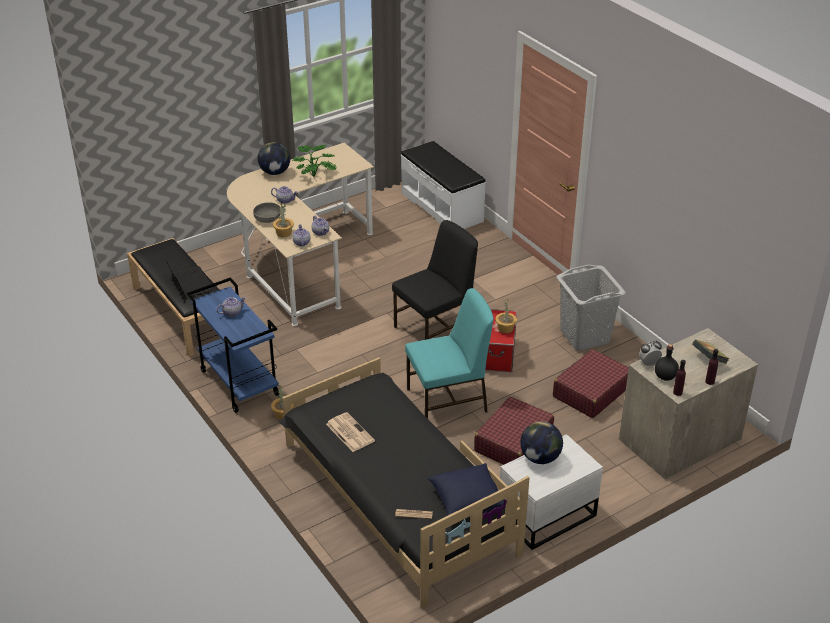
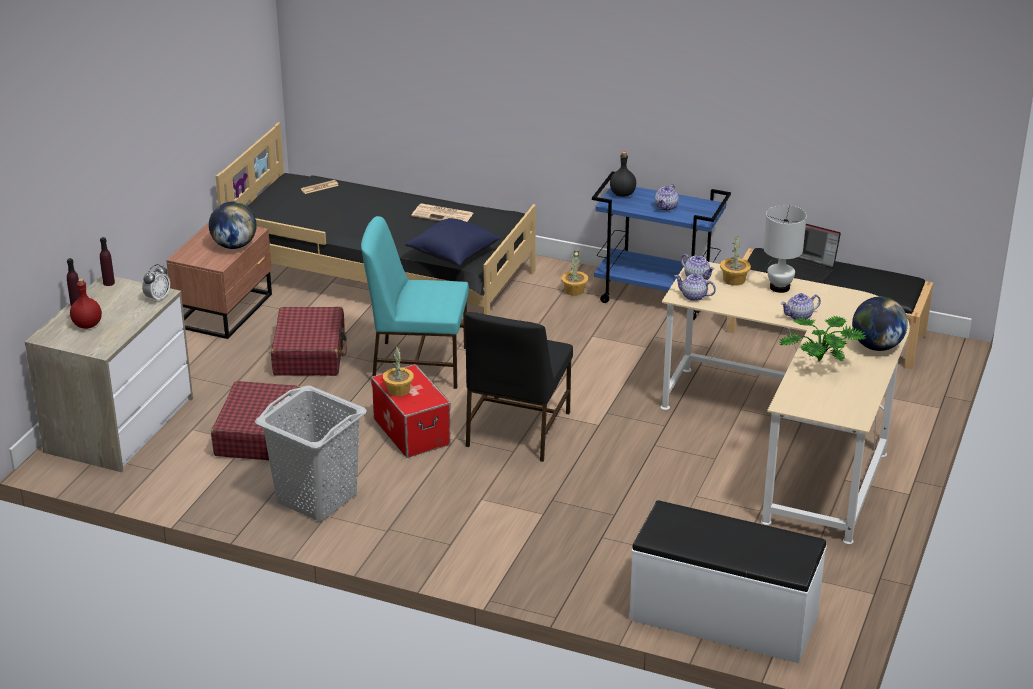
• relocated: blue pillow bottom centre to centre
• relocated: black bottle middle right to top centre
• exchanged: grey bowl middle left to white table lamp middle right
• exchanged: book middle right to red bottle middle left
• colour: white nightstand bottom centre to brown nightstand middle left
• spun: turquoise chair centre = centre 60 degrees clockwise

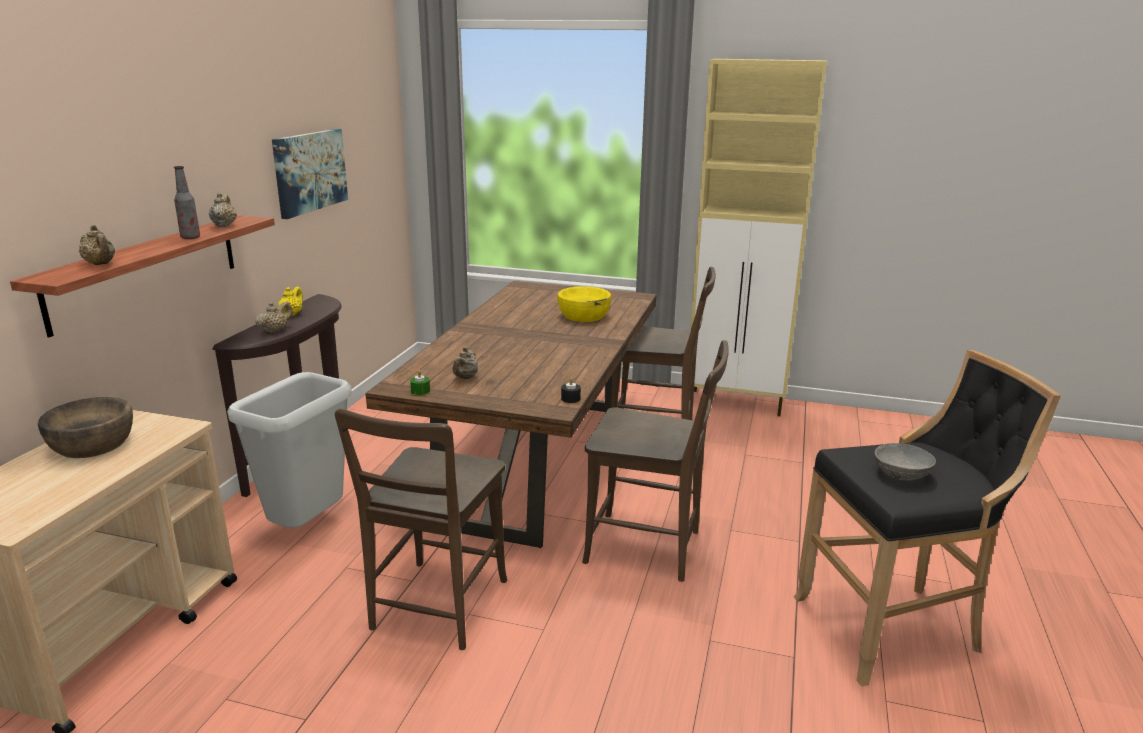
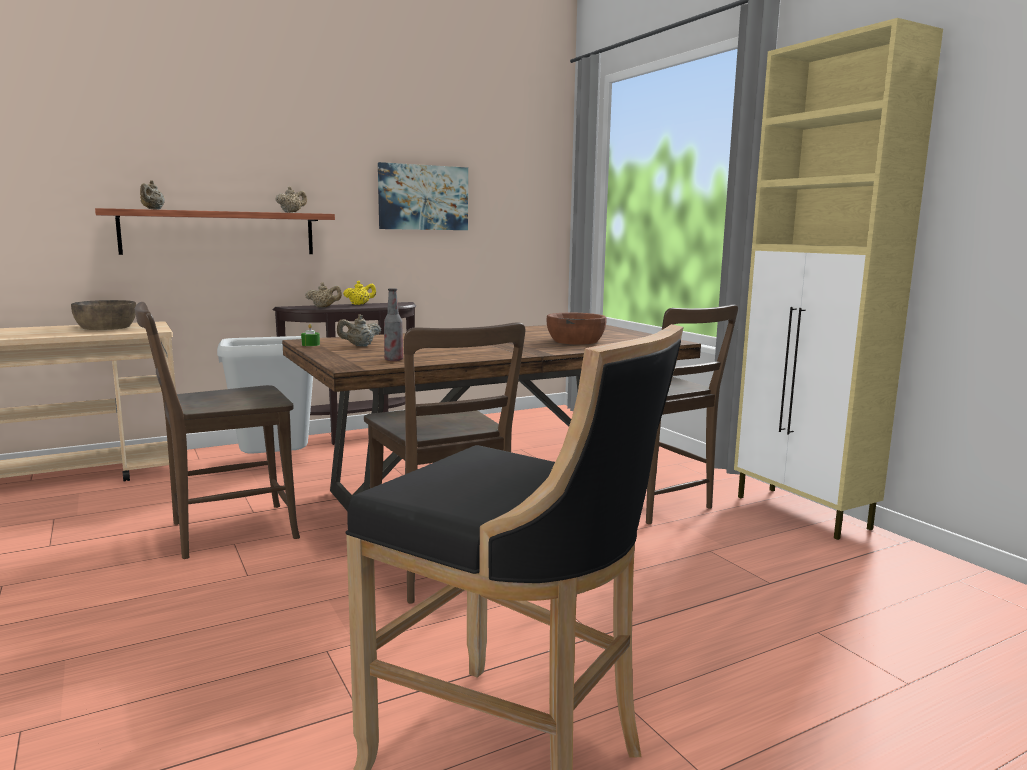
• missing: black candle centre
• missing: grey bowl middle right
• relocated: bottle top left to centre
• colour: yellow bowl centre to brown bowl (no. 2 from left) centre

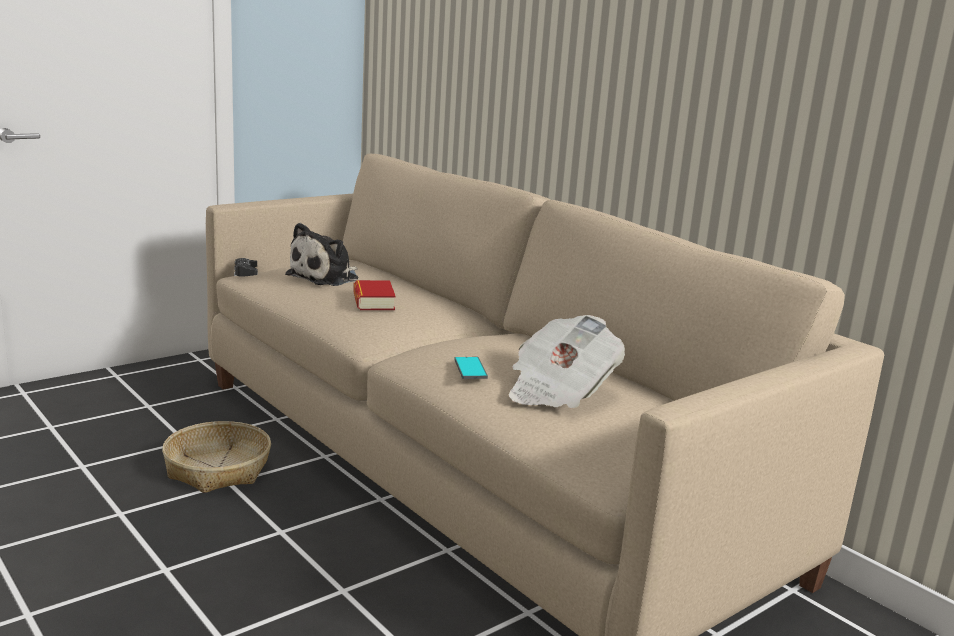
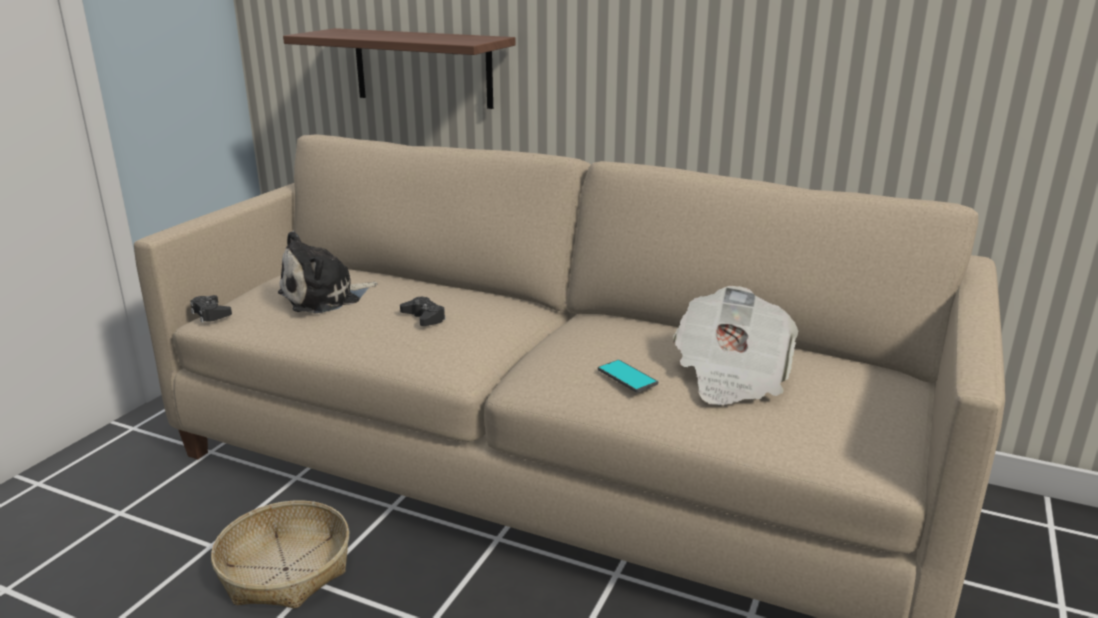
• appeared: shelf top centre
• exchanged: book centre to black game controller (no. 2 from left) centre
• spun: plush toy centre = middle left 45 degrees clockwise

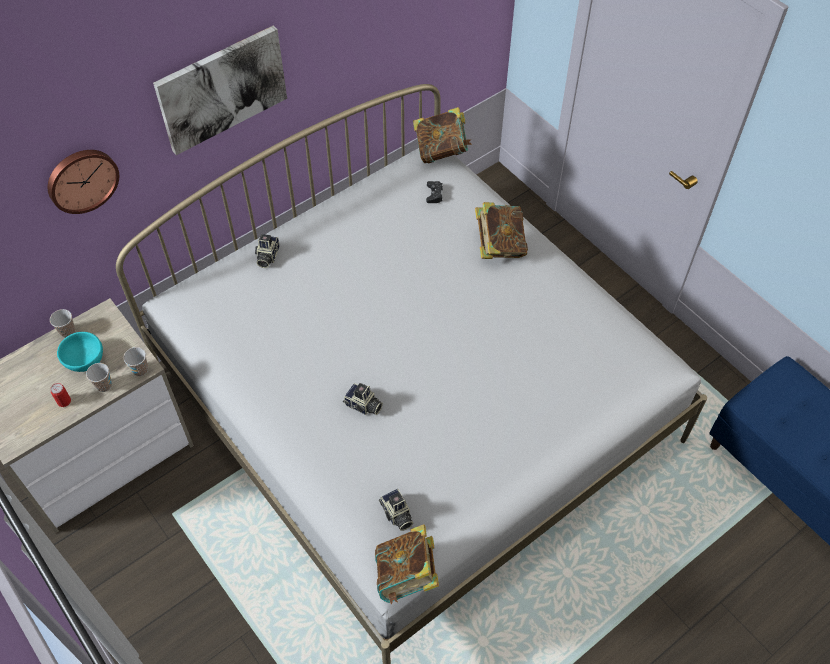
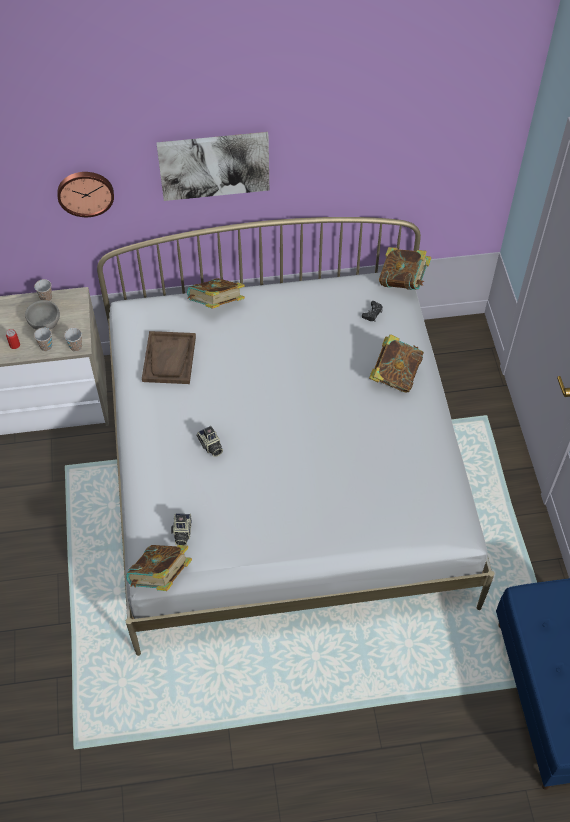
• appeared: brown tray middle left
• exchanged: photo camera (no. 1 from left) middle left to book (no. 2 from left) centre
• colour: turquoise bowl middle left to grey bowl middle left

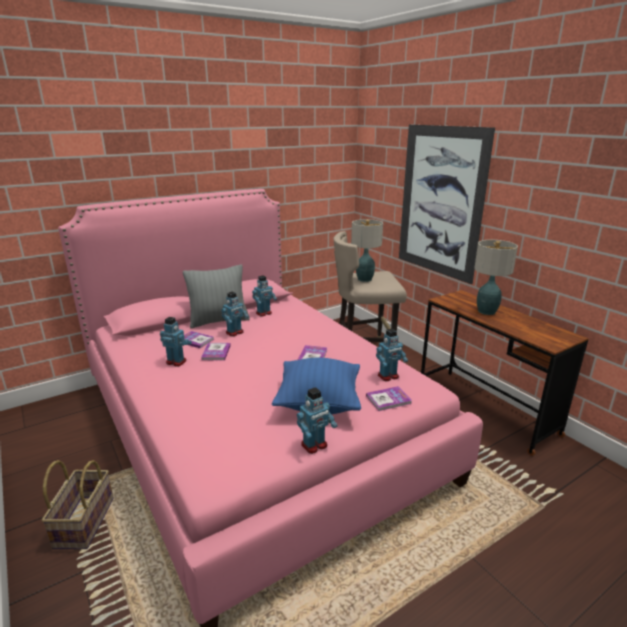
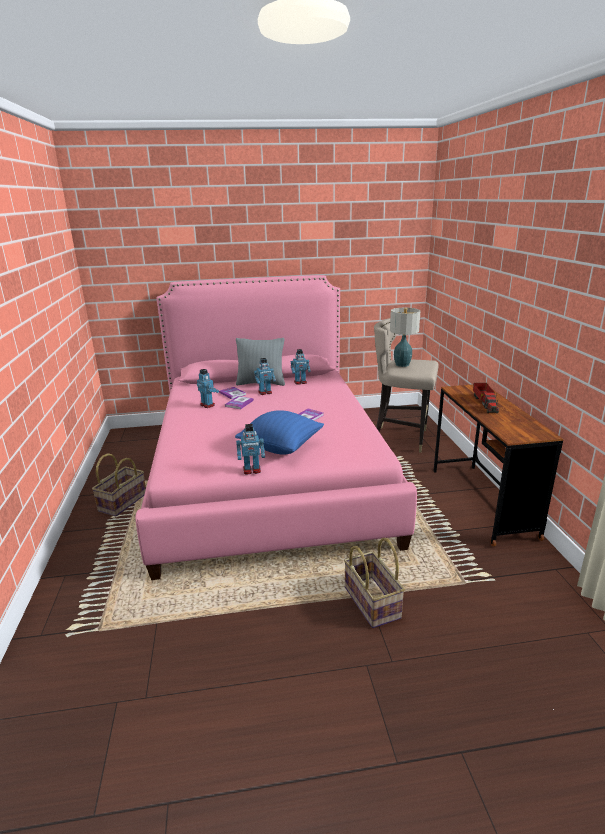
• missing: book (no. 4 from left) centre
• missing: toy robot (no. 5 from left) centre
• missing: picture top right
• appeared: basket (no. 2 from left) bottom centre
• exchanged: table lamp (no. 2 from left) middle right to toy truck middle right

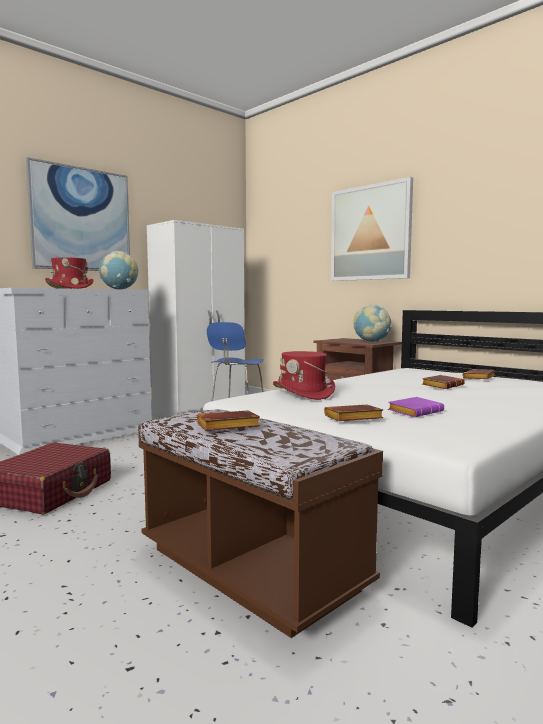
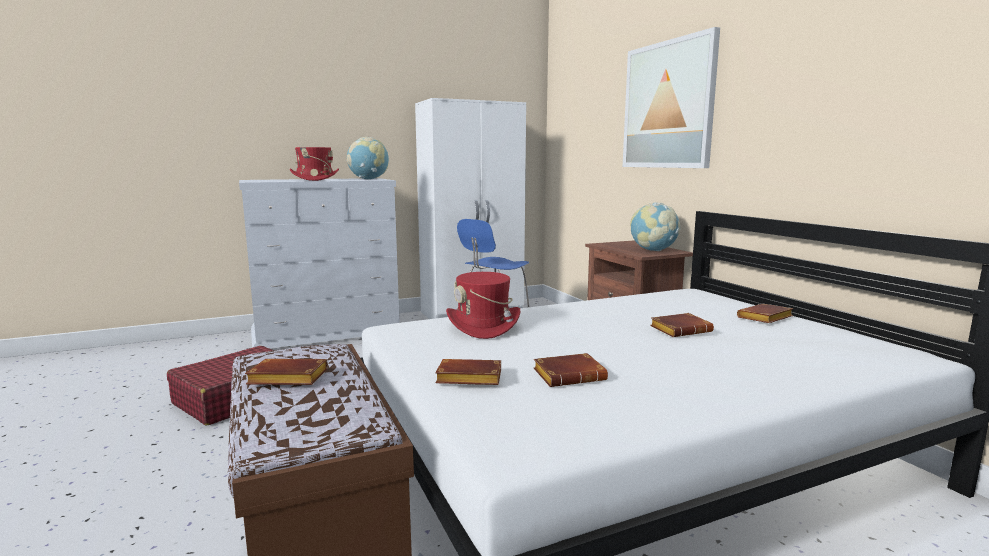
• missing: picture (no. 1 from left) top left
• colour: purple book middle right to brown book (no. 3 from left) centre

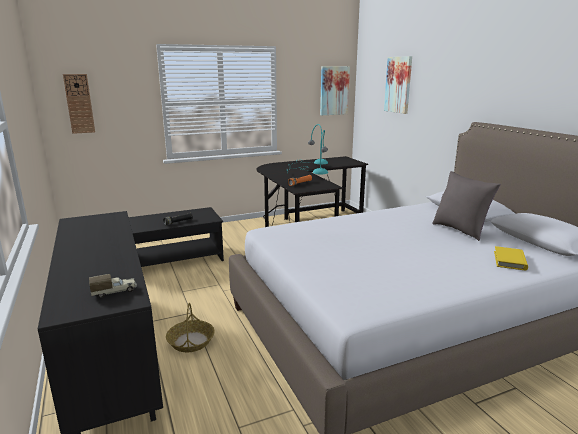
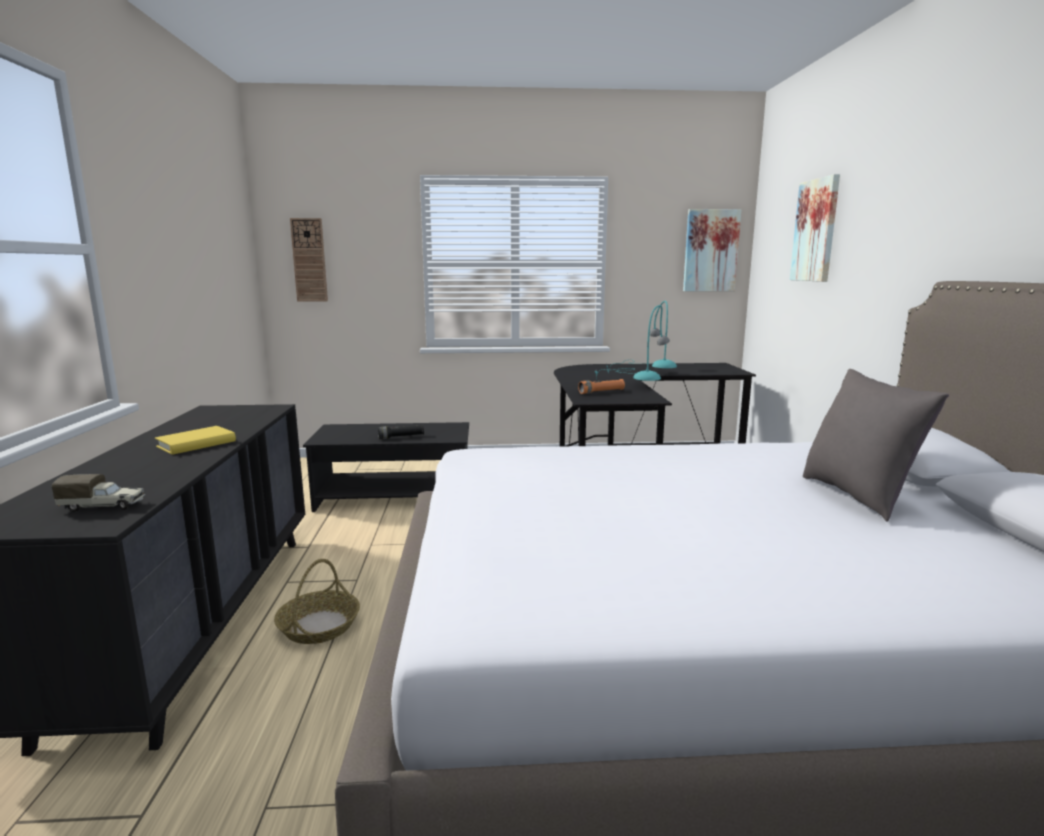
• relocated: yellow book middle right to middle left

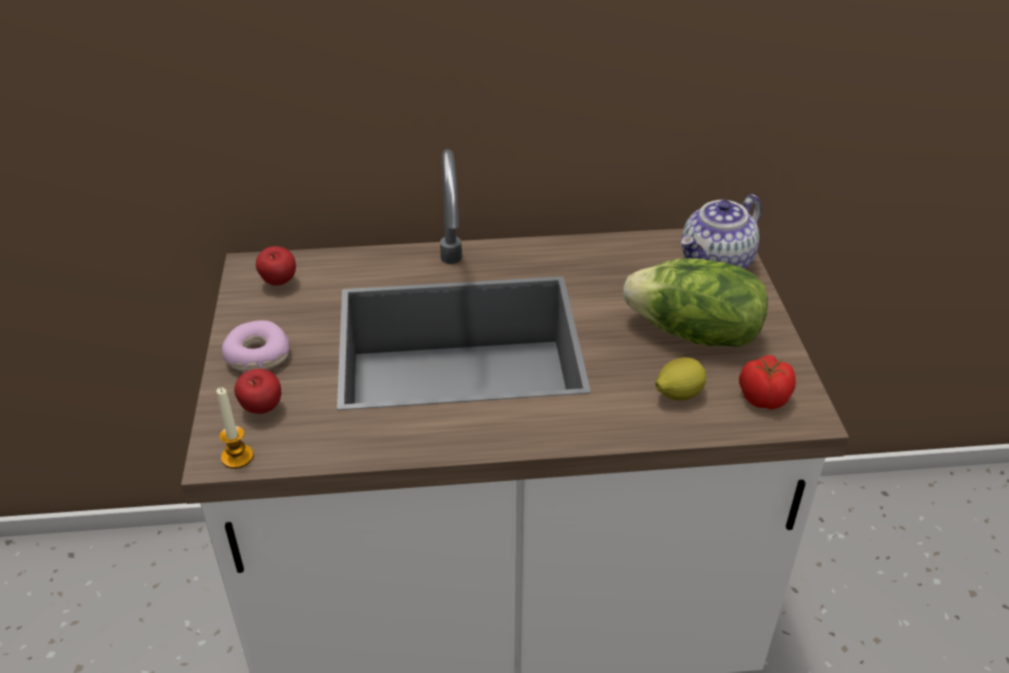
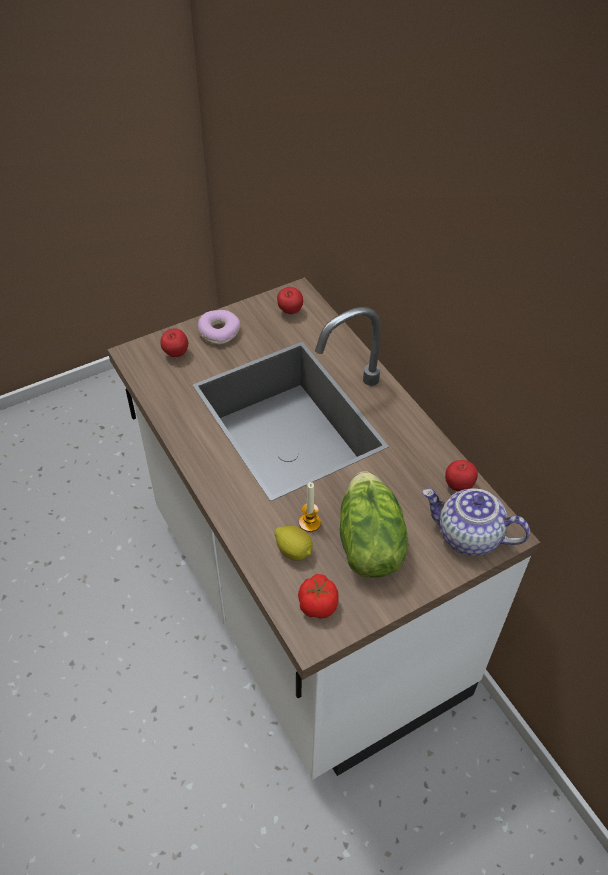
• appeared: apple (no. 3 from left) middle right
• relocated: candle middle left to centre

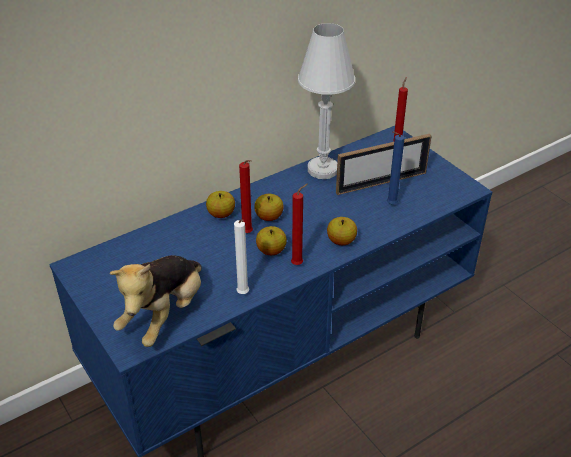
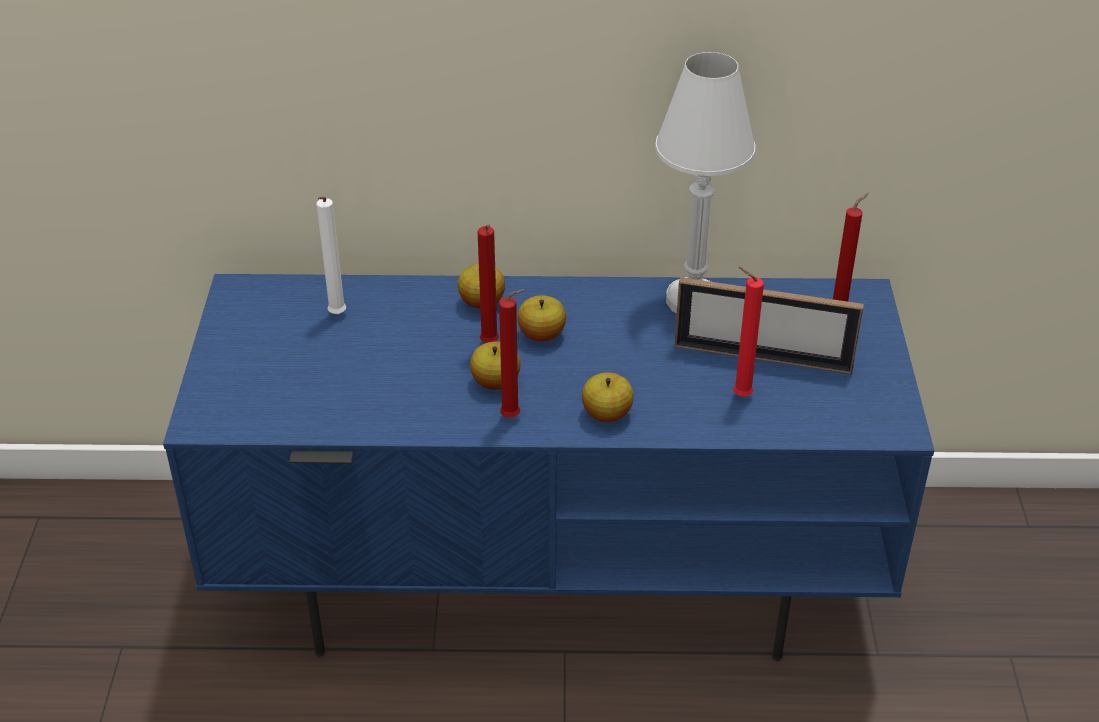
• missing: plush toy middle left
• relocated: white candle centre to middle left
• colour: blue candle middle right to red candle (no. 3 from left) middle right

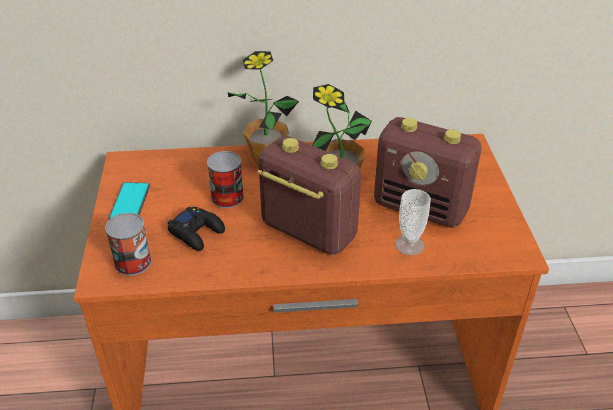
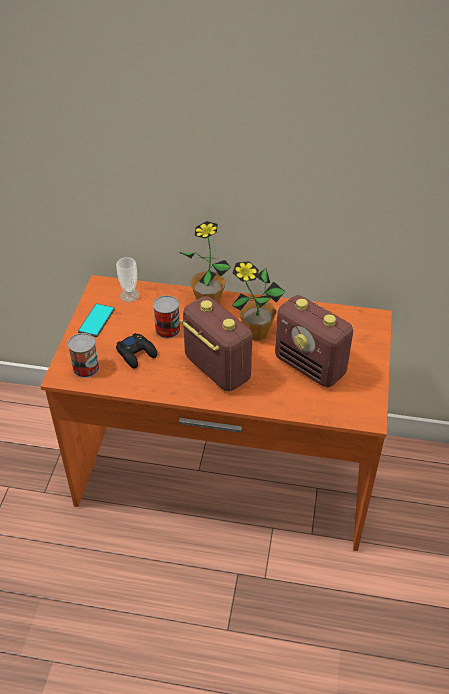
• relocated: cup middle right to middle left

